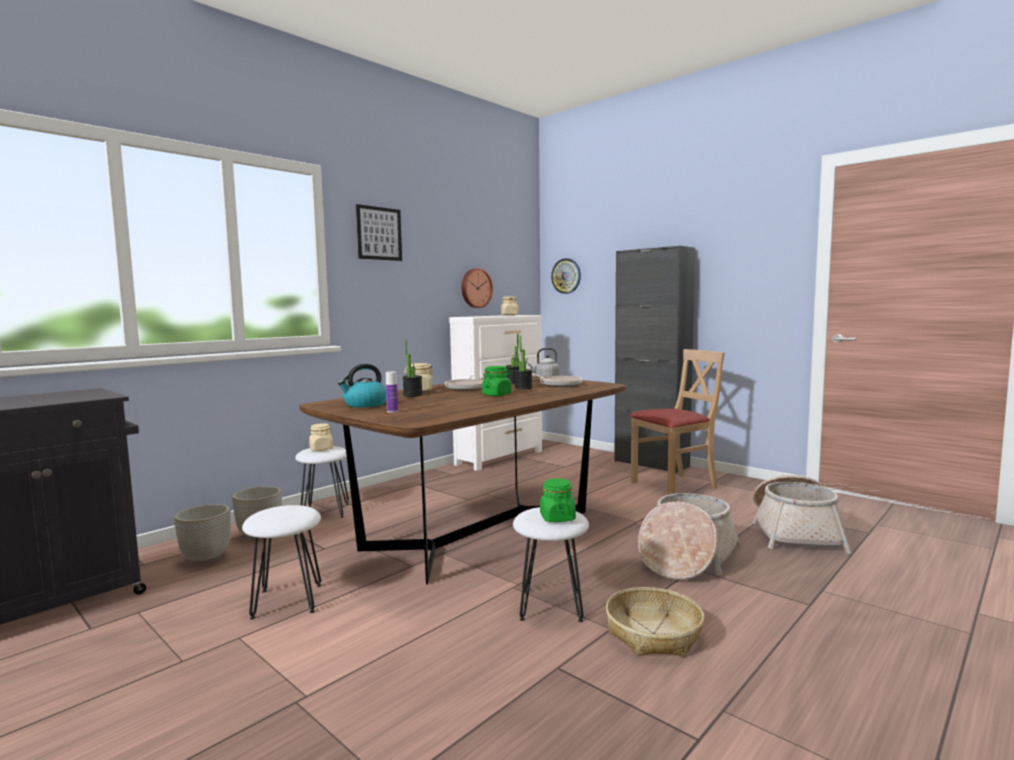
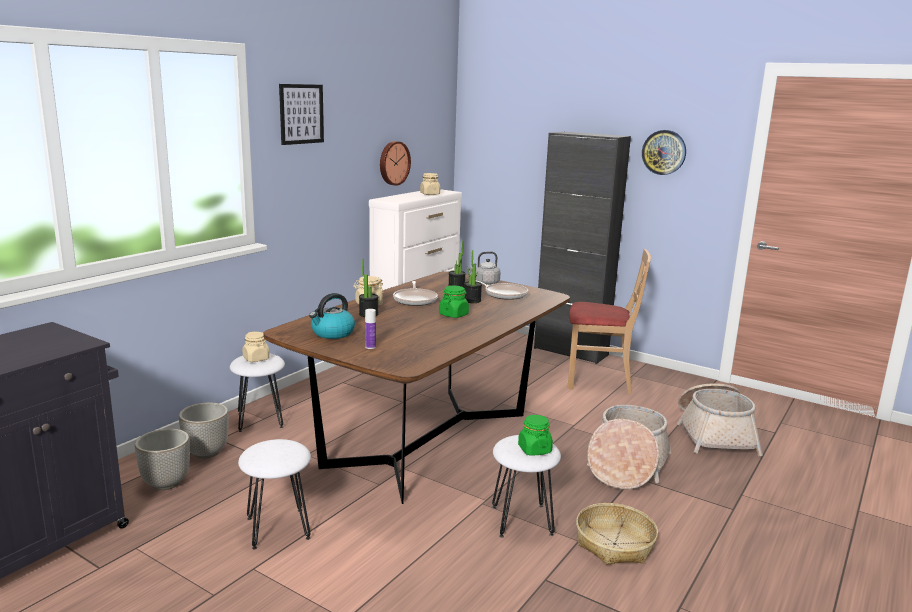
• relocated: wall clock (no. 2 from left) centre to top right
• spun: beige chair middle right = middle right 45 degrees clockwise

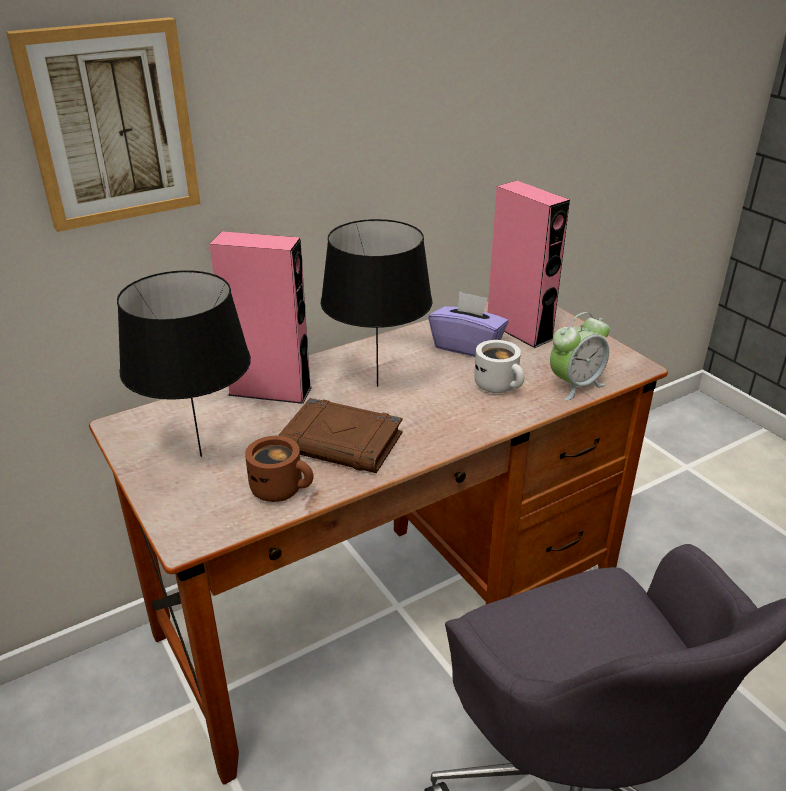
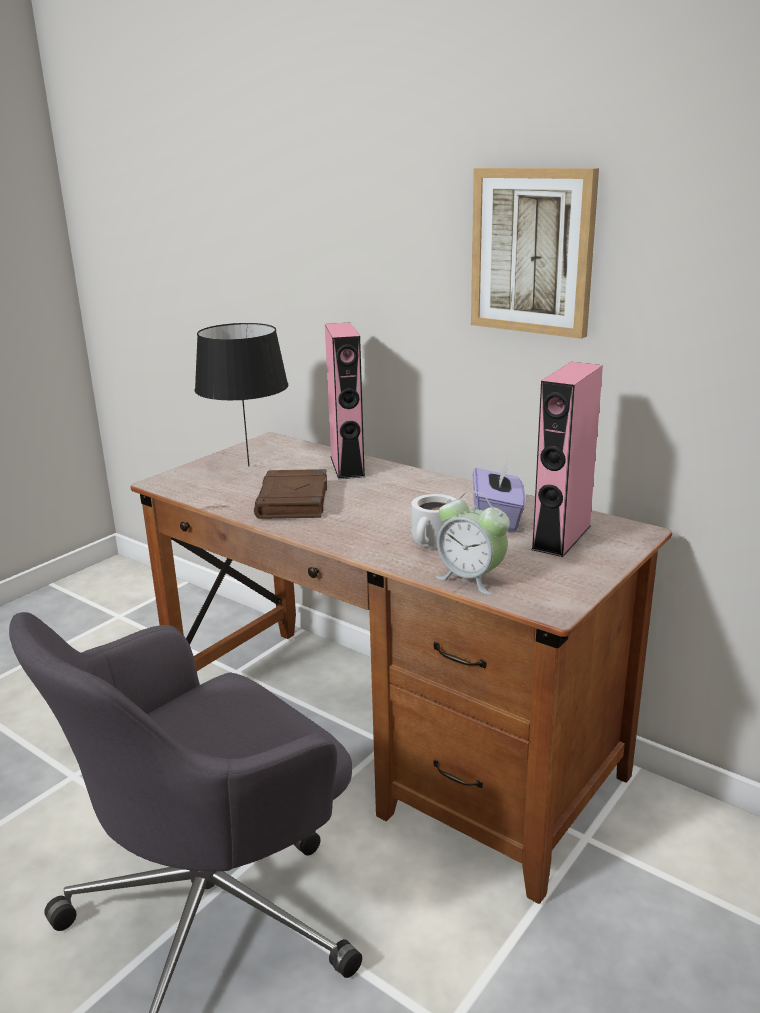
• missing: brown mug centre
• missing: black table lamp (no. 2 from left) centre
• relocated: picture top left to top right

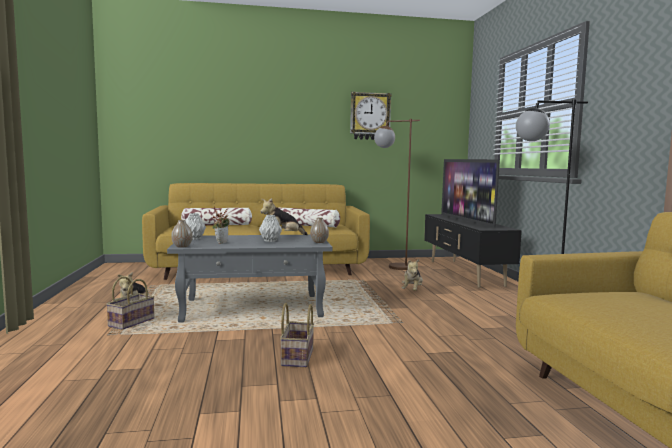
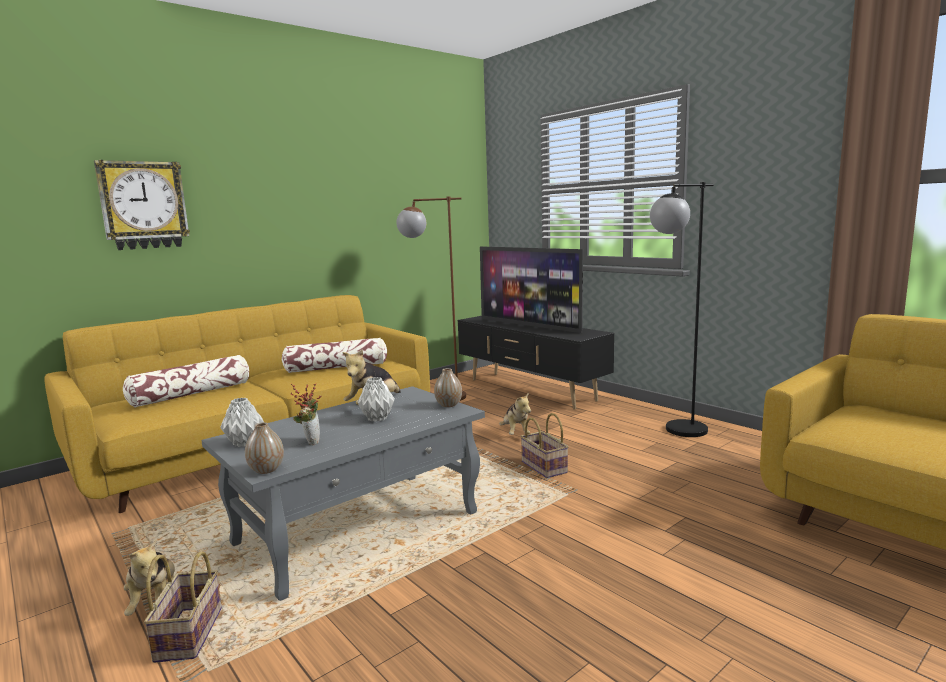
• relocated: basket (no. 2 from left) bottom centre to centre
• relocated: wall clock top centre to top left

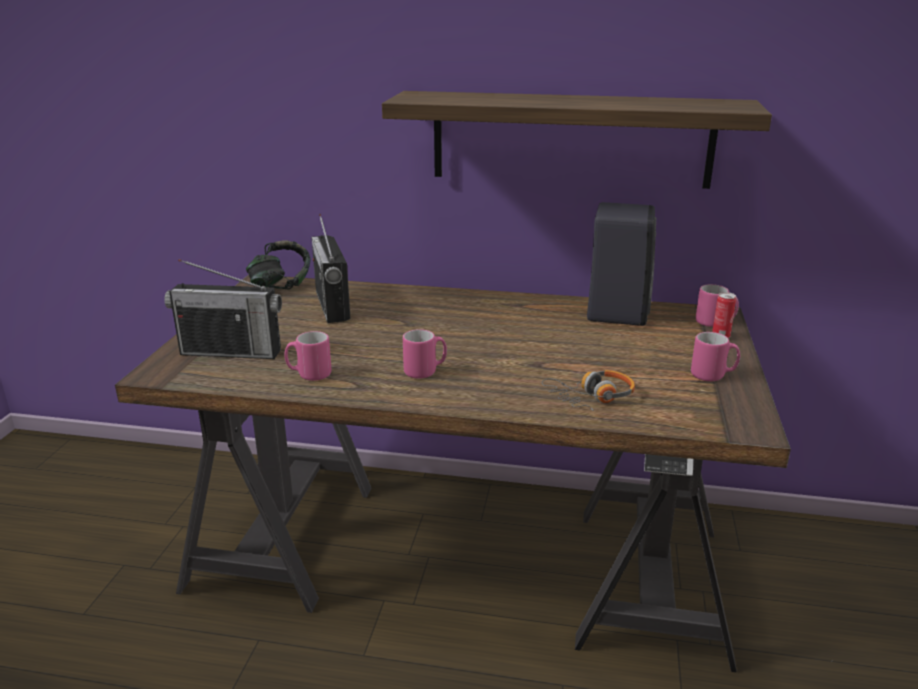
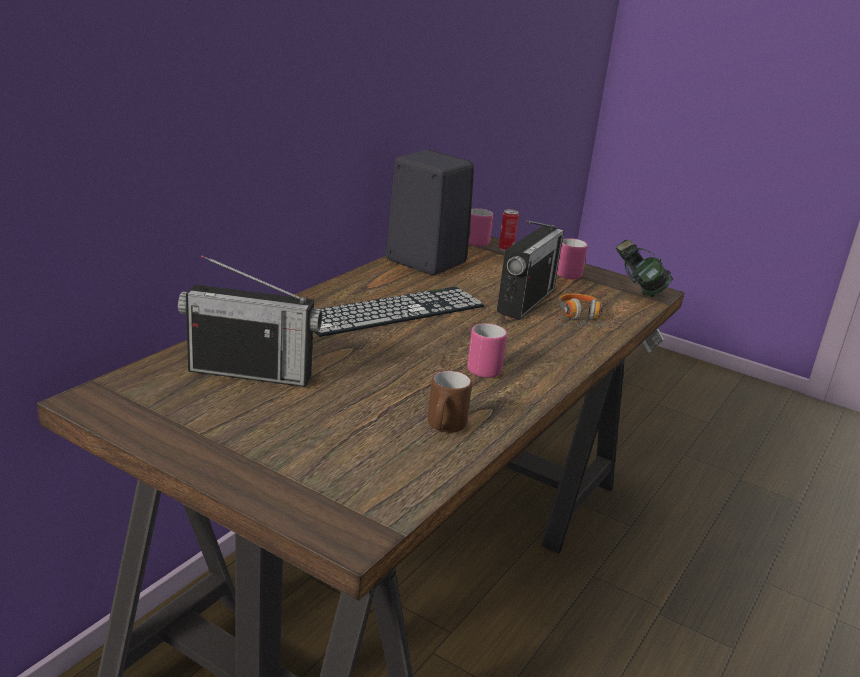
• missing: shelf top centre
• appeared: keyboard centre
• relocated: radio (no. 1 from left in the first image) middle left to radio (no. 2 from left) centre
• relocated: headphones (no. 1 from left in the first image) middle left to headphones (no. 2 from left) middle right
• colour: pink mug (no. 1 from left) centre to brown mug centre

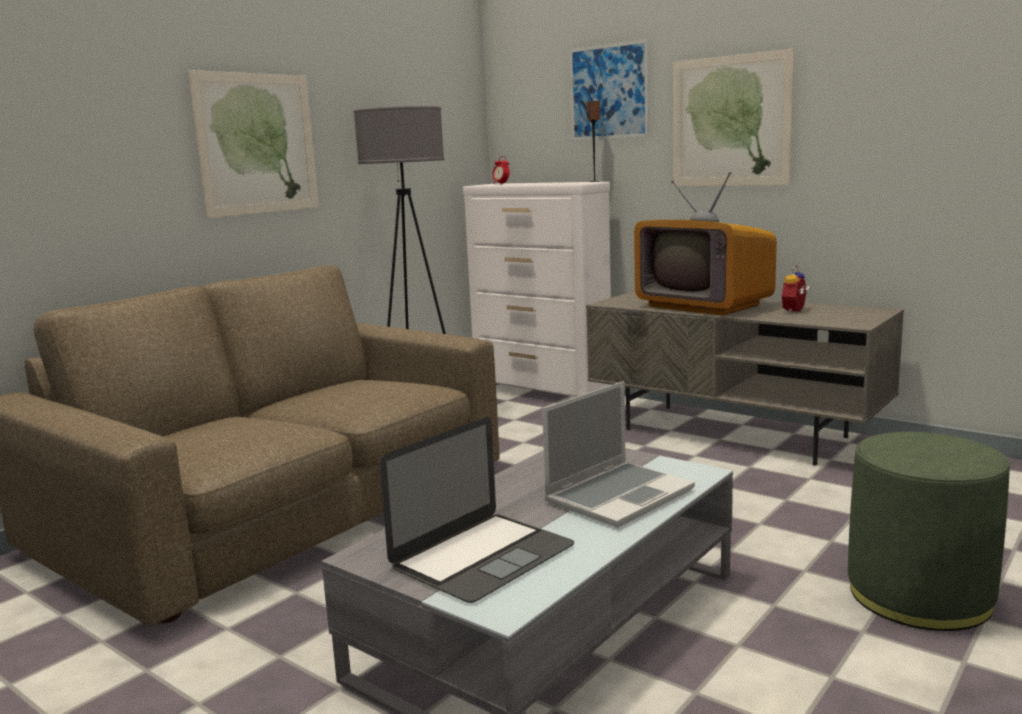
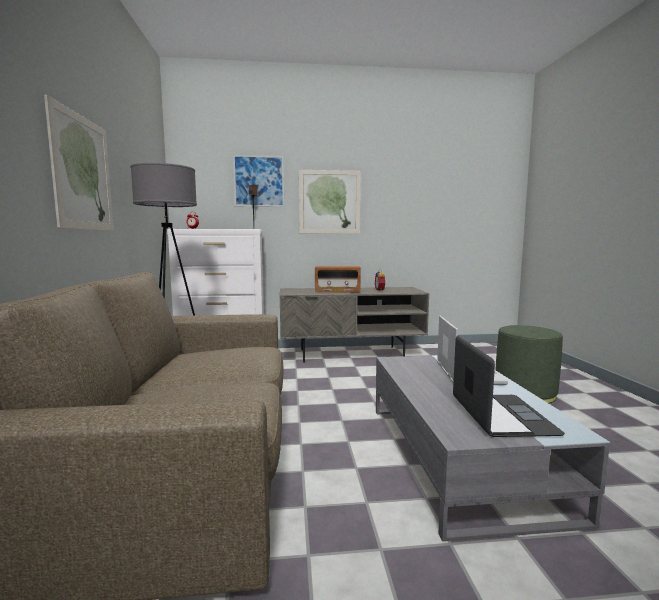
• exchanged: television middle right to radio centre

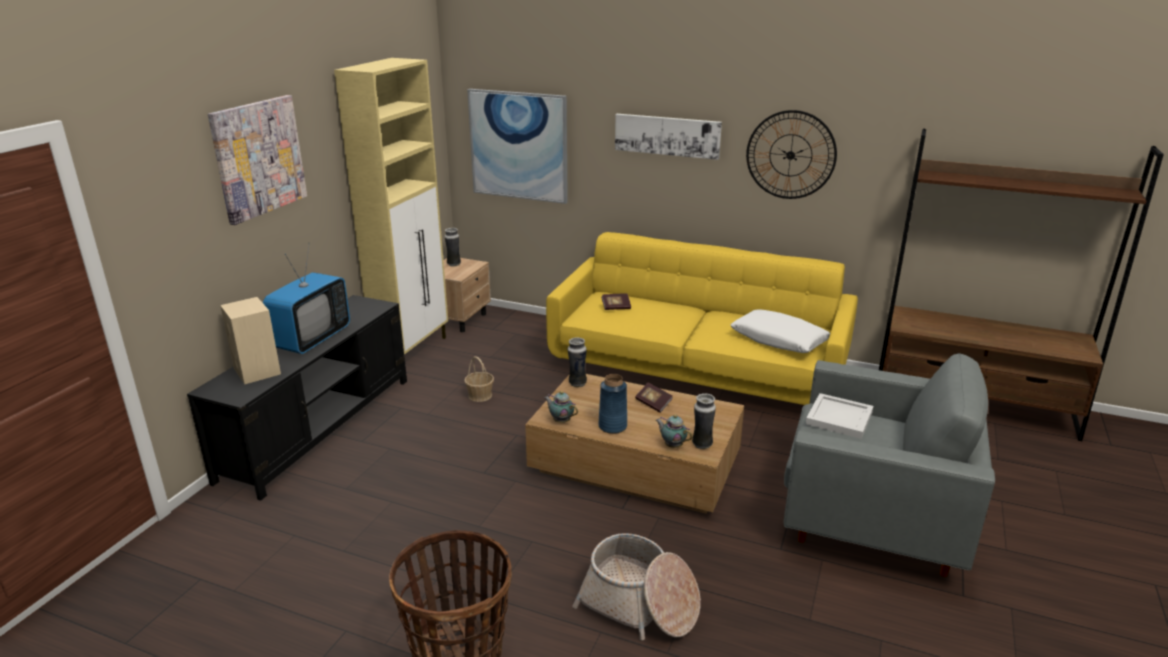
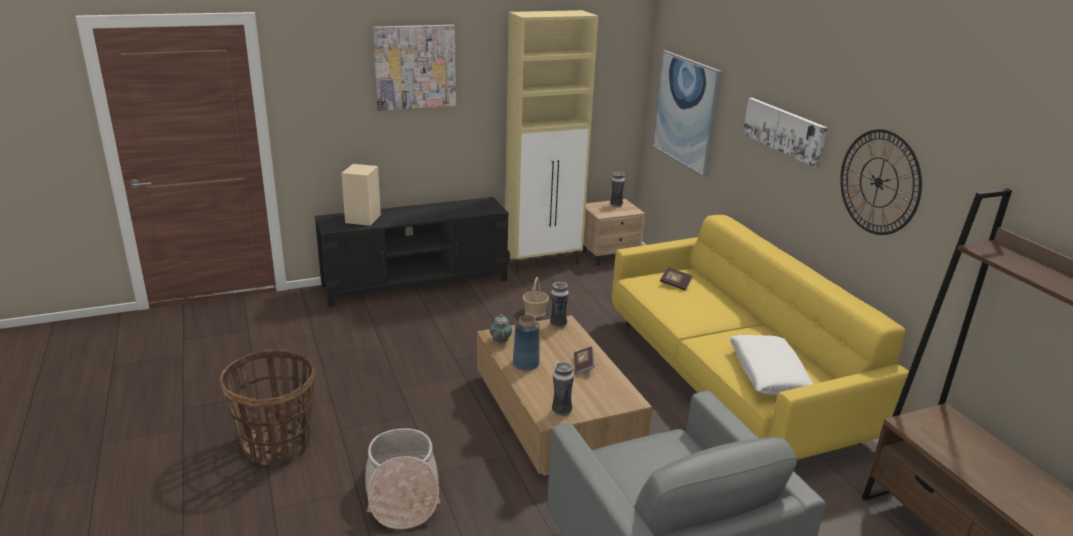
• missing: television middle left
• missing: teapot (no. 2 from left) centre
• missing: white tray middle right

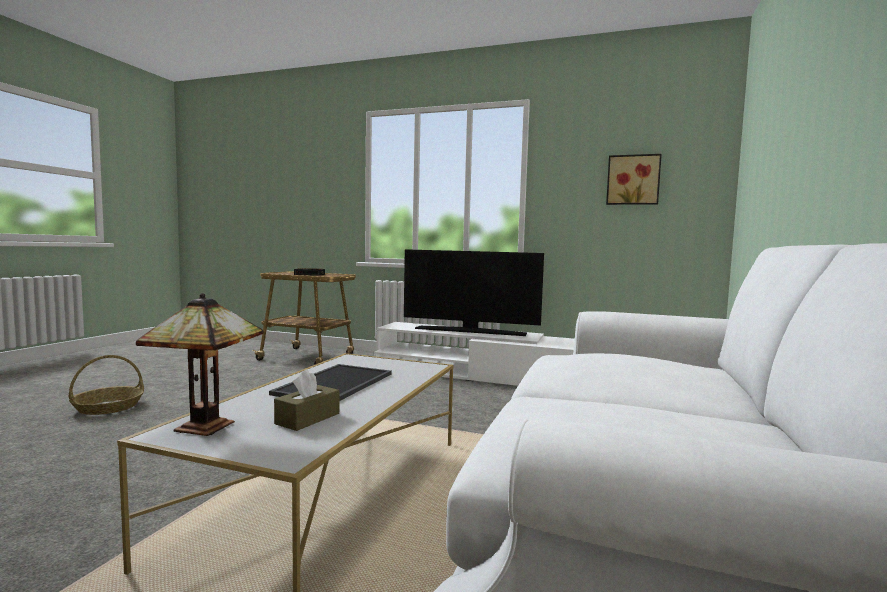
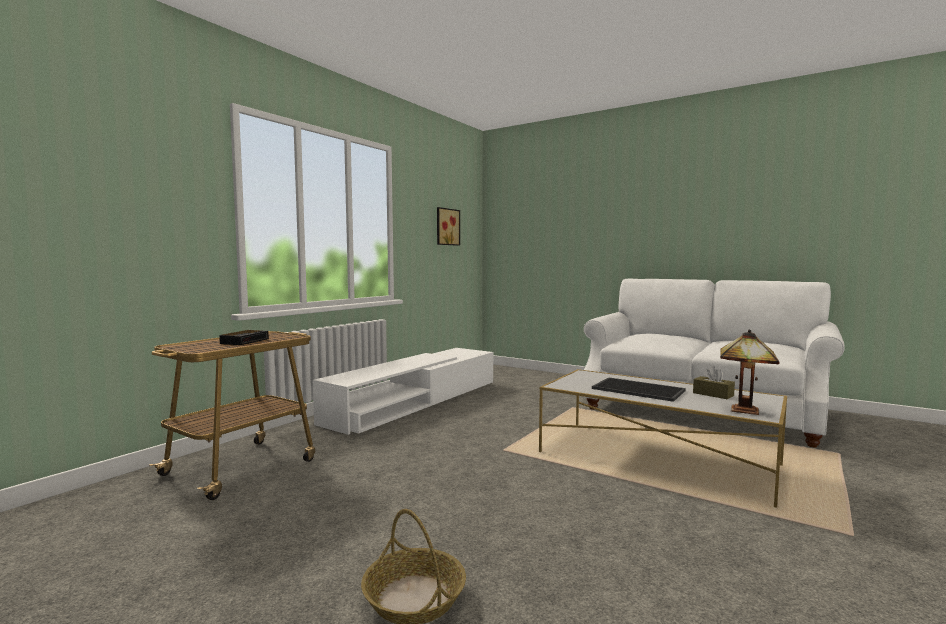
• missing: television centre

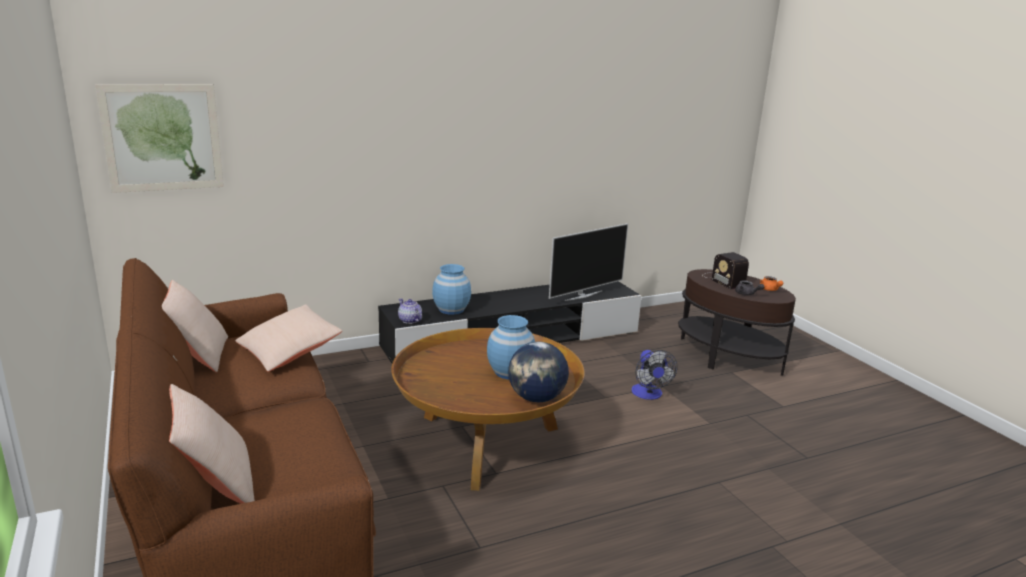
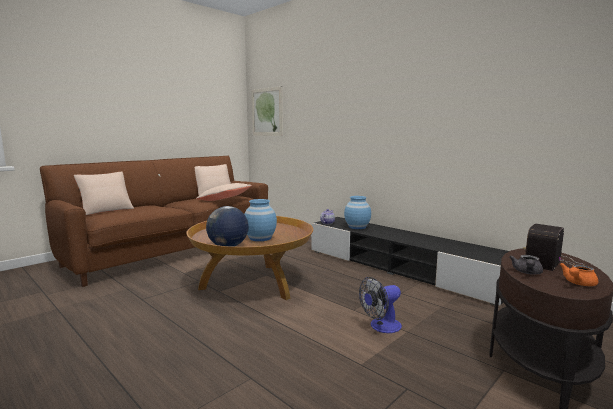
• missing: television centre

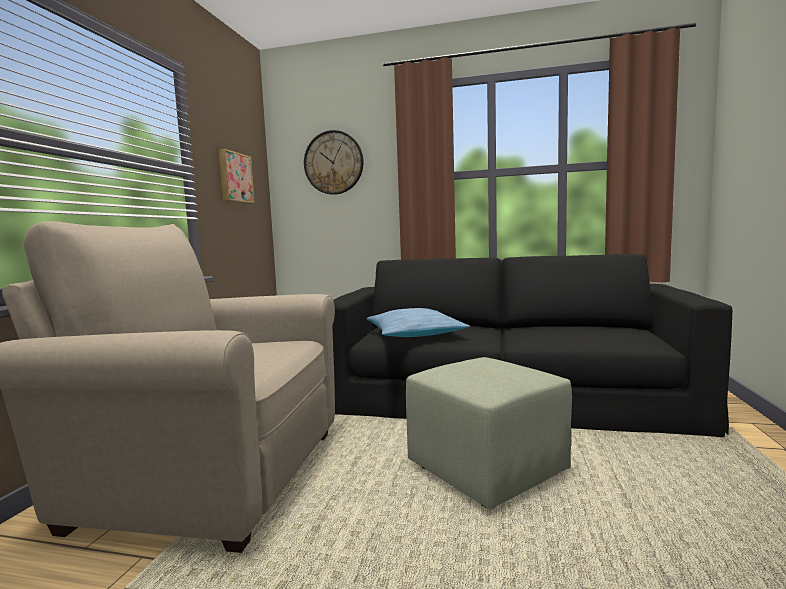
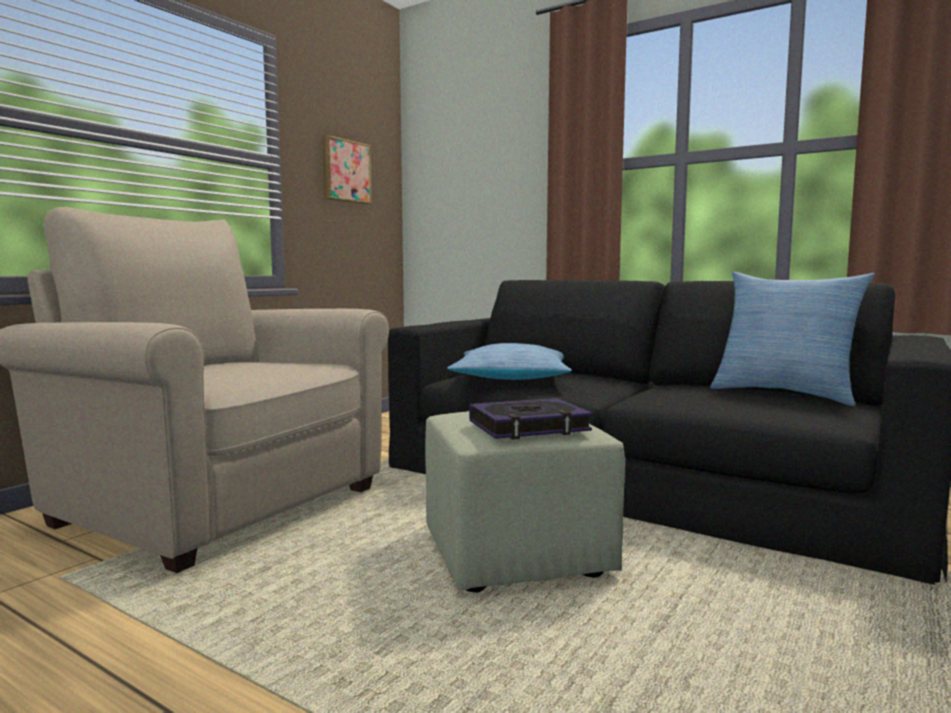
• missing: wall clock top centre
• appeared: book centre
• appeared: pillow (no. 2 from left) middle right

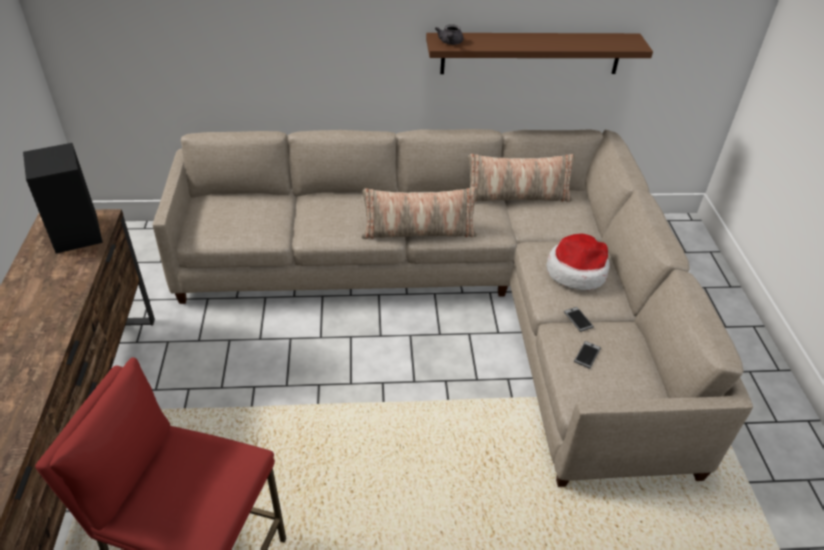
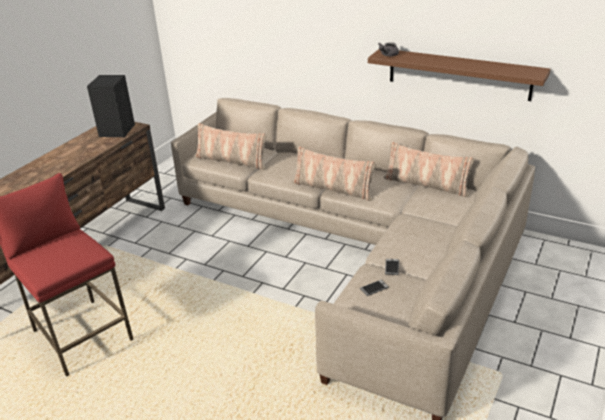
• missing: hat middle right
• appeared: pillow (no. 1 from left) centre

